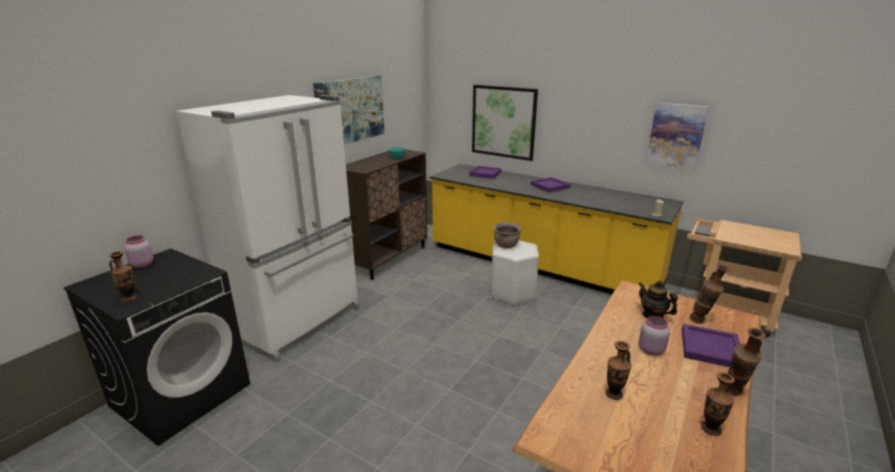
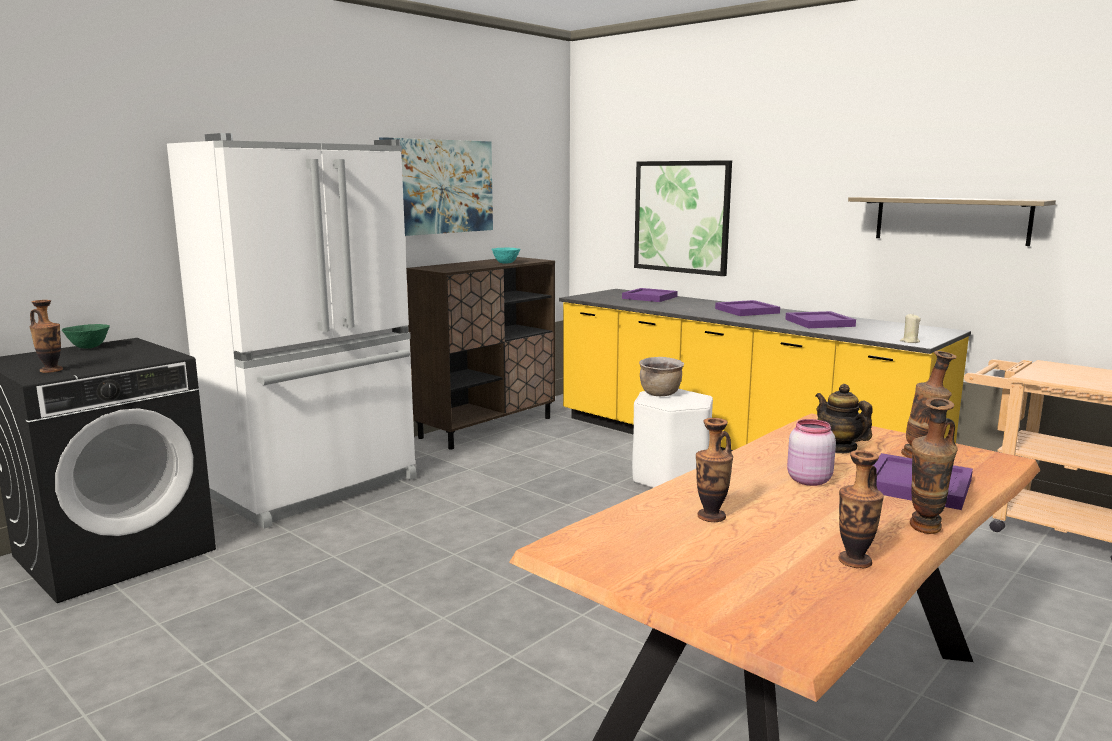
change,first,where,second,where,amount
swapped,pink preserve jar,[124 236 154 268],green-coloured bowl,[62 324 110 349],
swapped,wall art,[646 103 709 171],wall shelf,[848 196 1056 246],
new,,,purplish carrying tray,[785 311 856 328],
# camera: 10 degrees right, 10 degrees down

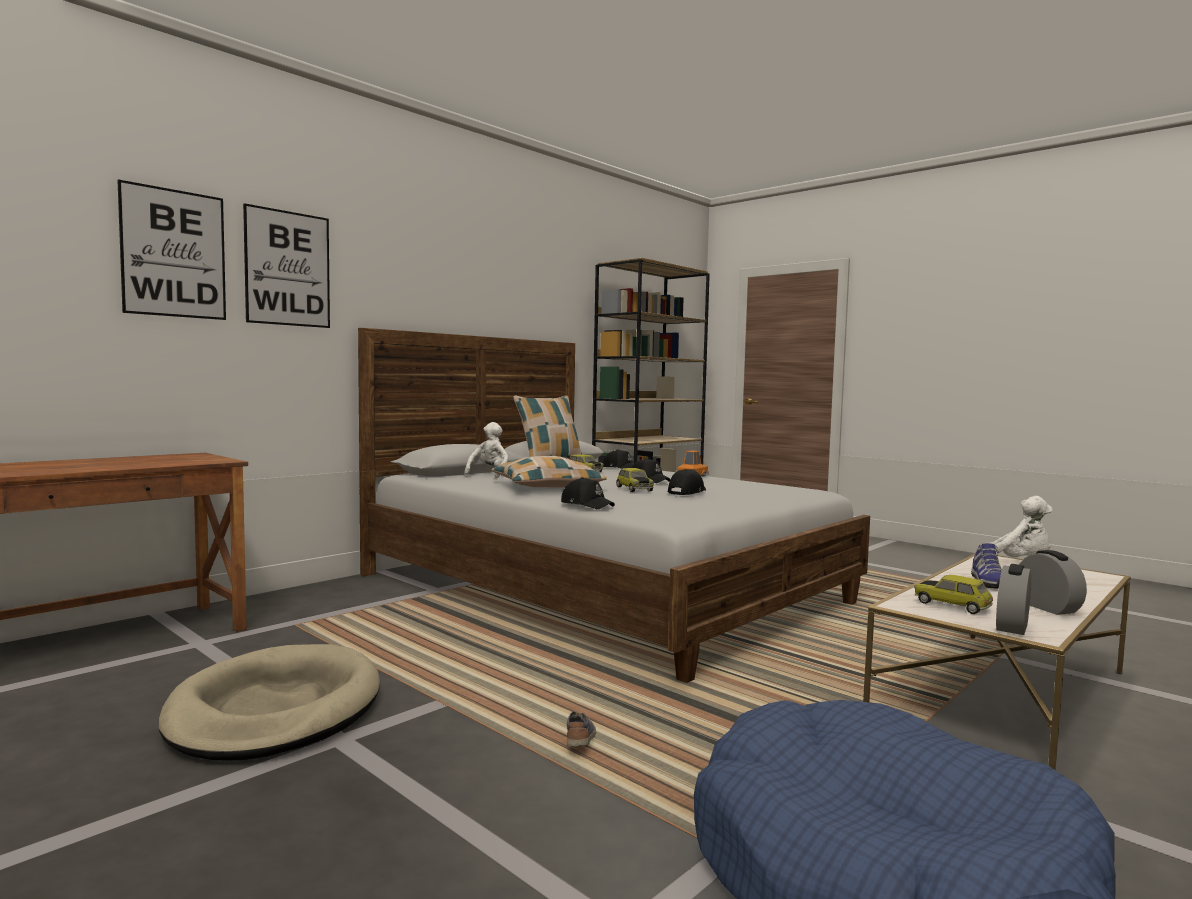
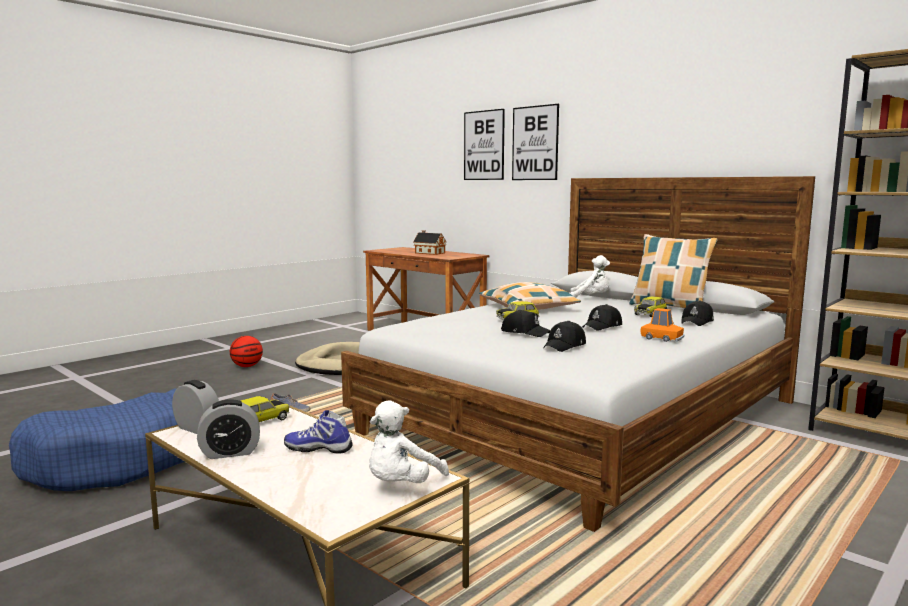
change,first,where,second,where,amount
shifted,blackish cap,[561 477 615 509],,[543 321 586 352],
new,,,basketball ball,[230 336 263 367],
new,,,toy house,[414 230 446 255],
# camera: 90 degrees right, 5 degrees up

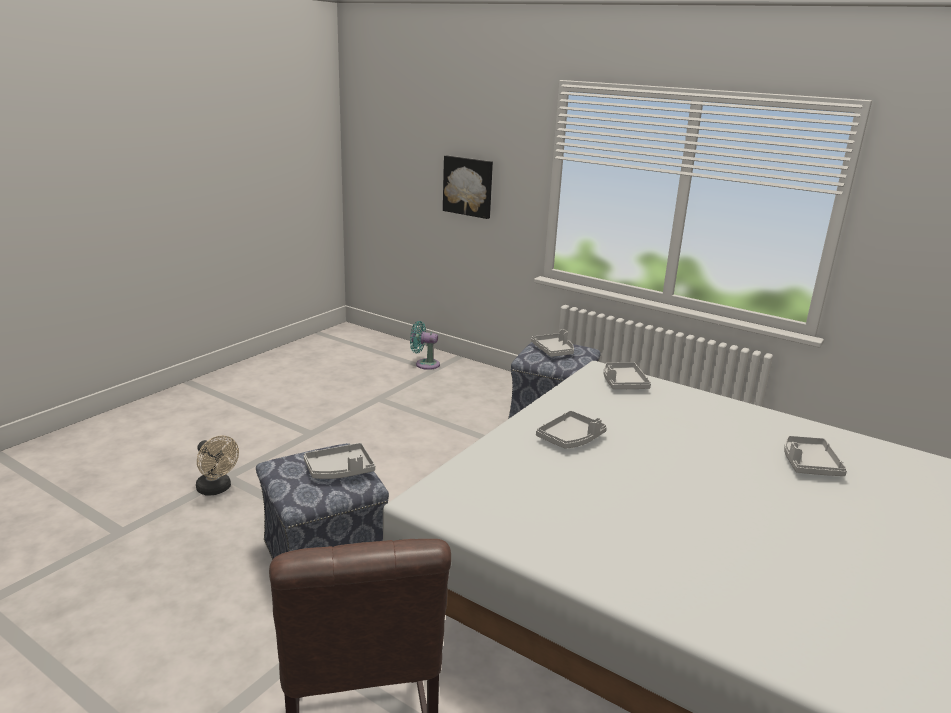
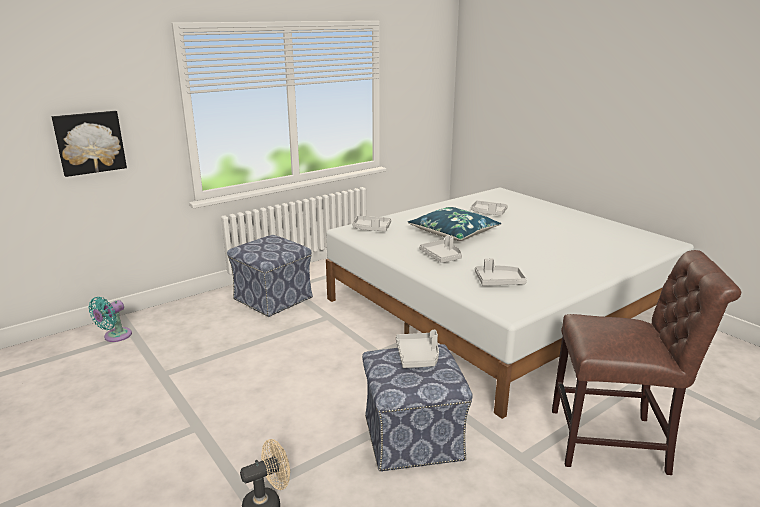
change,first,where,second,where,amount
shifted,grey carrying tray,[531 329 574 357],,[475 258 527 285],
new,,,blue pillow,[407 207 501 241],
# camera: 70 degrees left, 0 degrees up

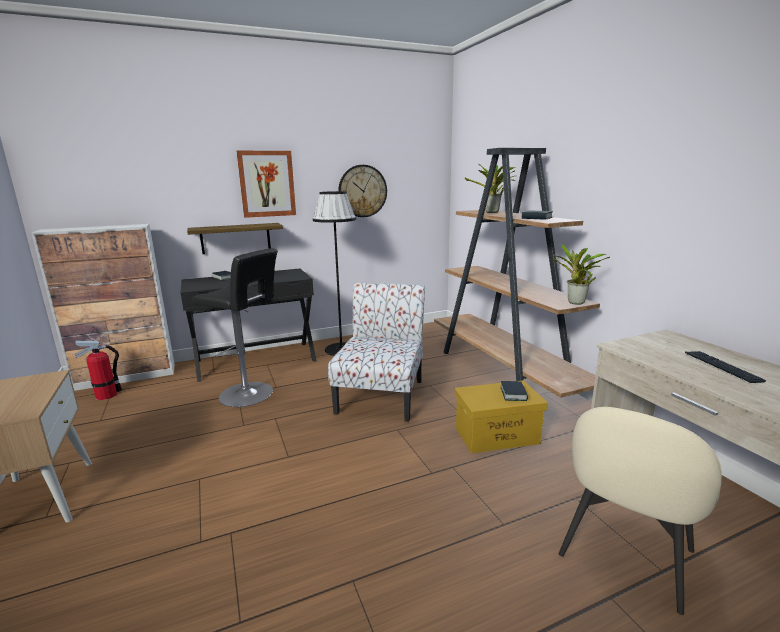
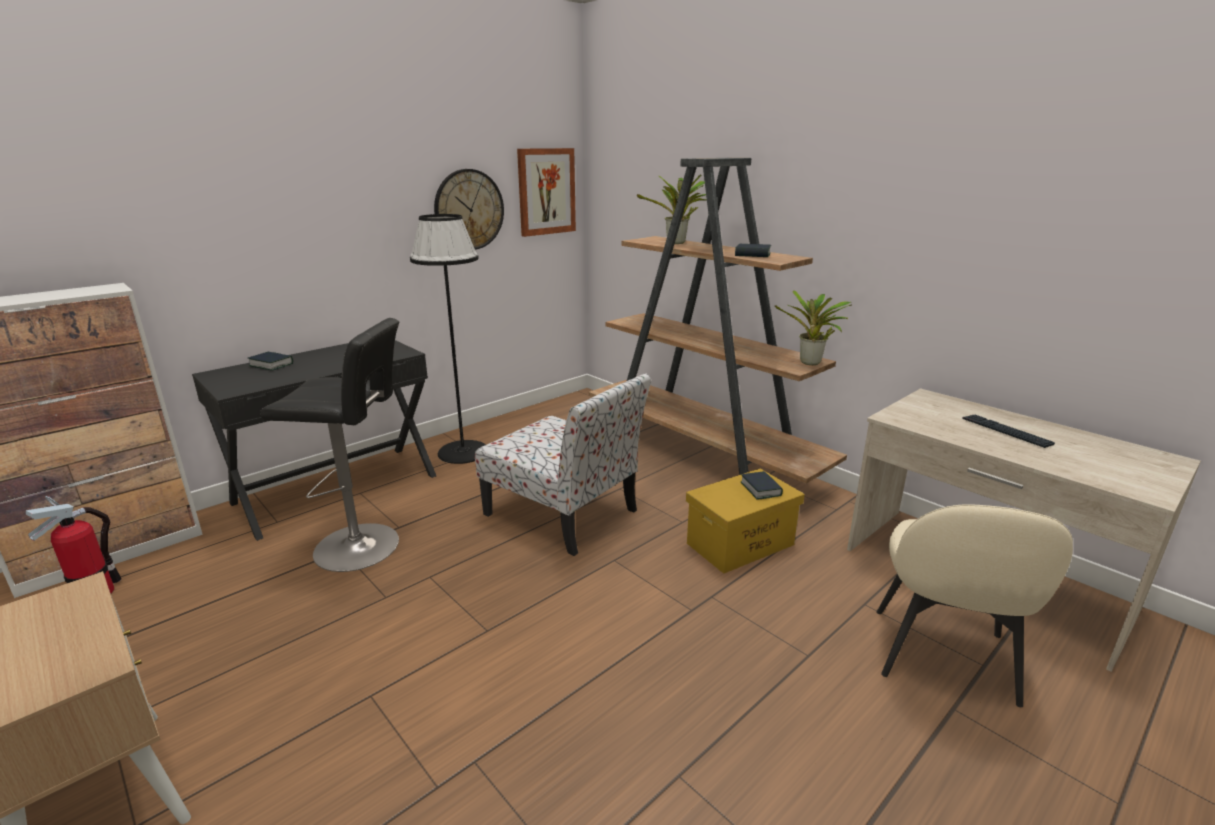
change,first,where,second,where,amount
gone,wall shelf,[187 223 283 254],,,
shifted,wall art,[237 151 296 218],,[517 148 576 237],
rotated,plain chair,[328 283 425 422],,[475 373 651 556],135 degrees clockwise
# camera: 20 degrees left, 5 degrees up

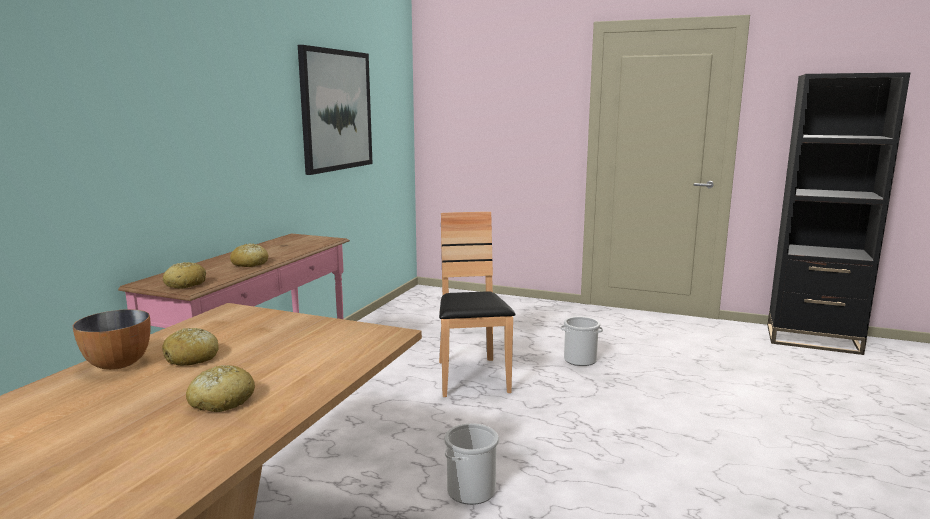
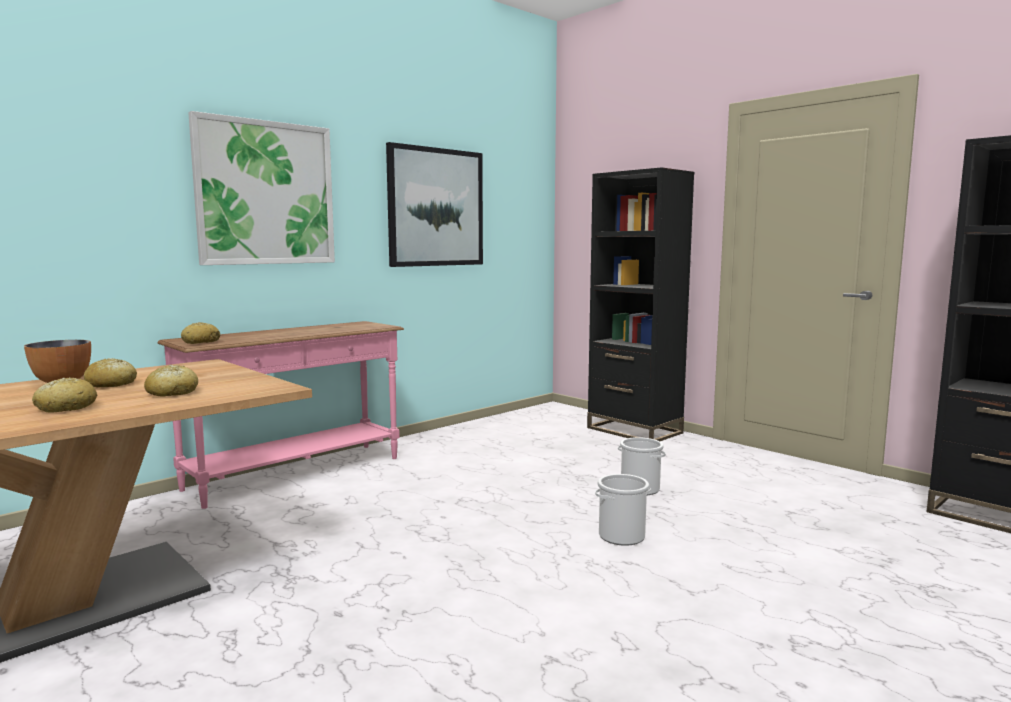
change,first,where,second,where,amount
shifted,bakery bread,[230 243 269 267],,[144 365 198 397],
gone,brown-coloured plain chair,[439 212 515 397],,,
shifted,pail,[444 423 499 505],,[595 474 651 546],
new,,,wall art,[188 111 335 265],
new,,,blackish bookshelf,[587 167 694 441],
# camera: 25 degrees right, 5 degrees down

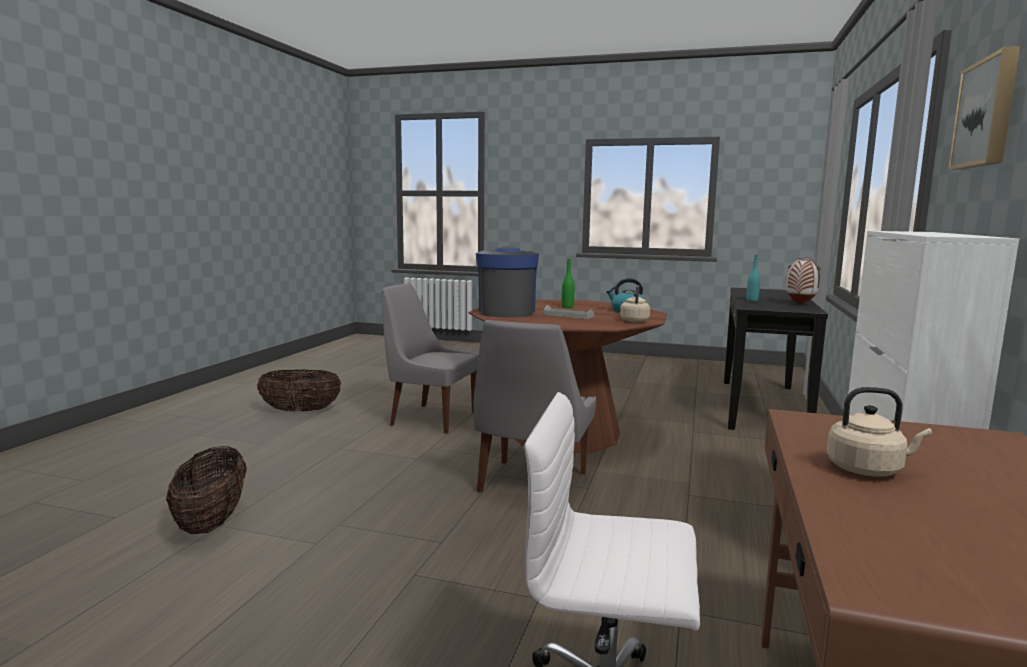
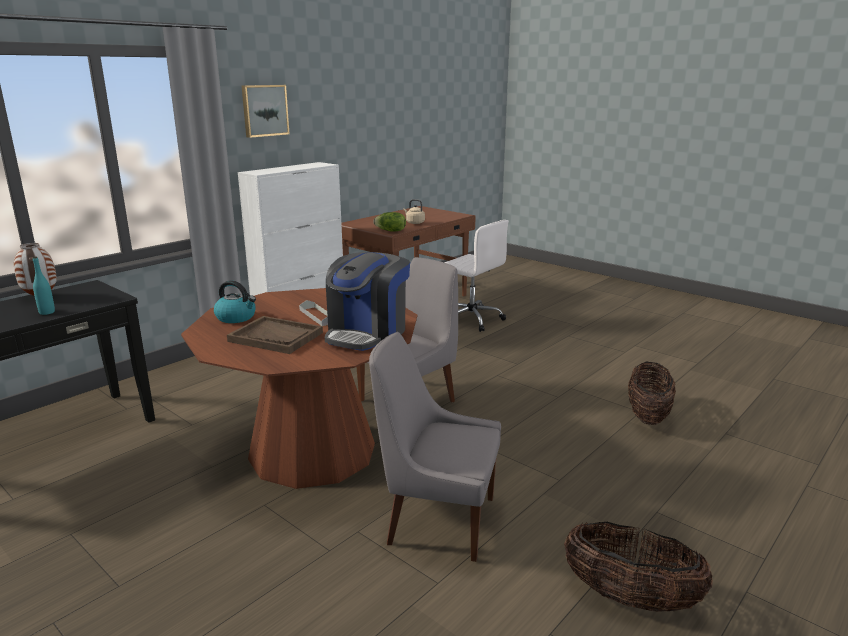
change,first,where,second,where,amount
rotated,grey plain chair,[381 284 479 434],,[369 332 501 562],150 degrees clockwise
swapped,green-coloured bottle,[562 259 575 308],brown-coloured carrying tray,[227 316 323 354],
gone,beige tea kettle,[620 285 650 322],,,
new,,,lettuce,[374 212 406 232],
# camera: 155 degrees left, 10 degrees up

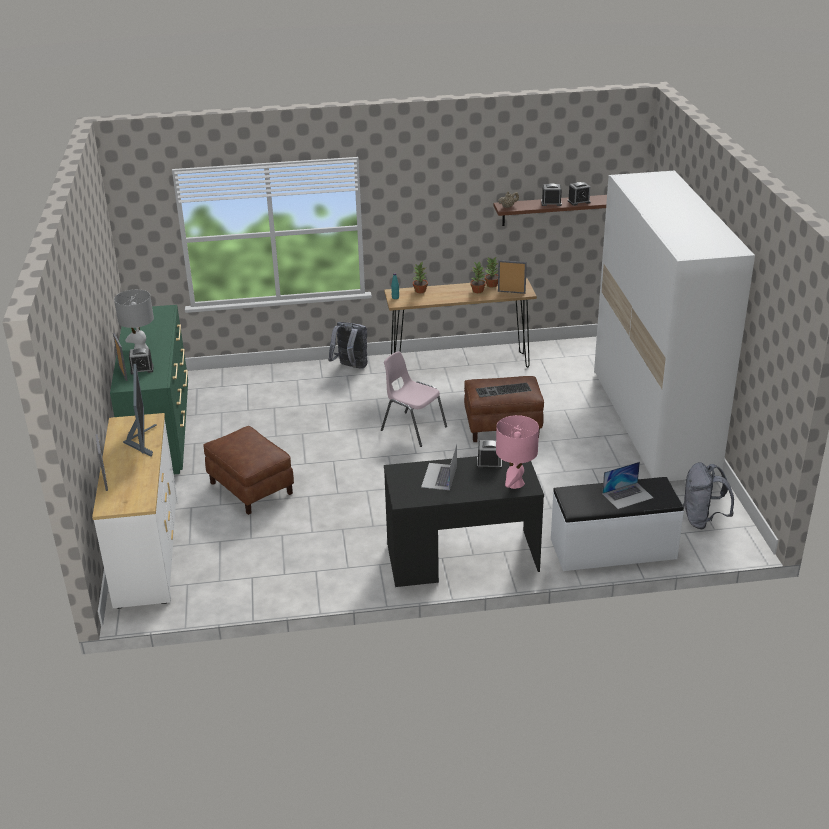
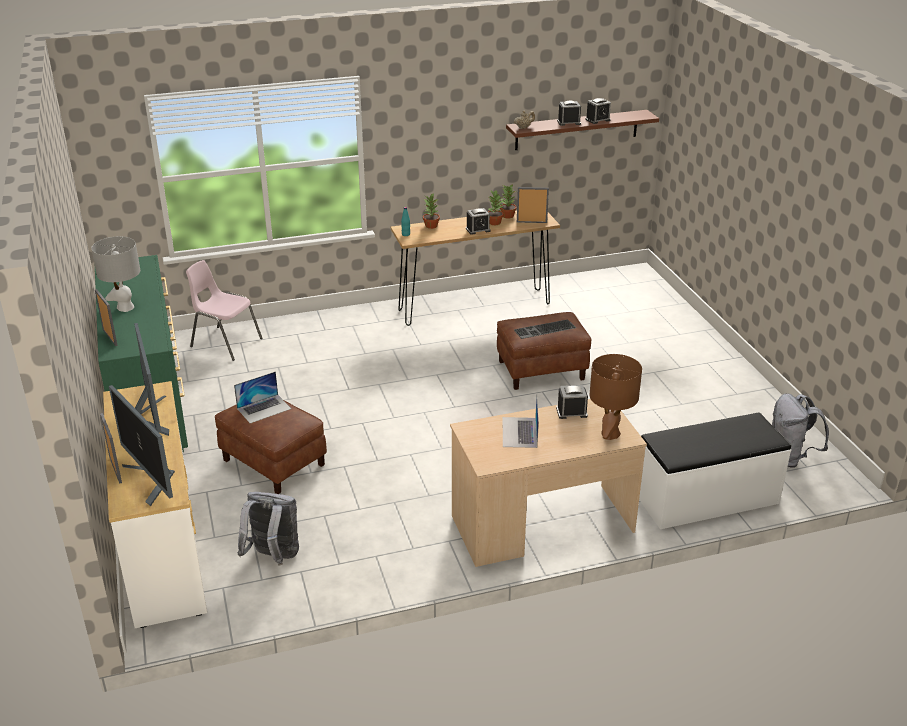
change,first,where,second,where,amount
shifted,alarm clock,[129 348 154 374],,[466 208 491 235],
shifted,grey rucksack,[328 322 368 368],,[238 492 299 566],
shifted,pink plain chair,[381 351 447 447],,[186 260 262 361],
repainted,blackish desk table,[384 456 544 587],beige desk table,[450 399 647 567],
repainted,pink tabletop lamp,[496 415 539 489],brown-coloured tabletop lamp,[589 354 642 440],
gone,white-coloured wardrobe,[594 170 755 481],,,
shifted,laptop,[602 462 653 509],,[234 371 291 423],
new,,,computer screen,[109 385 175 506],
# camera: 10 degrees left, 0 degrees up

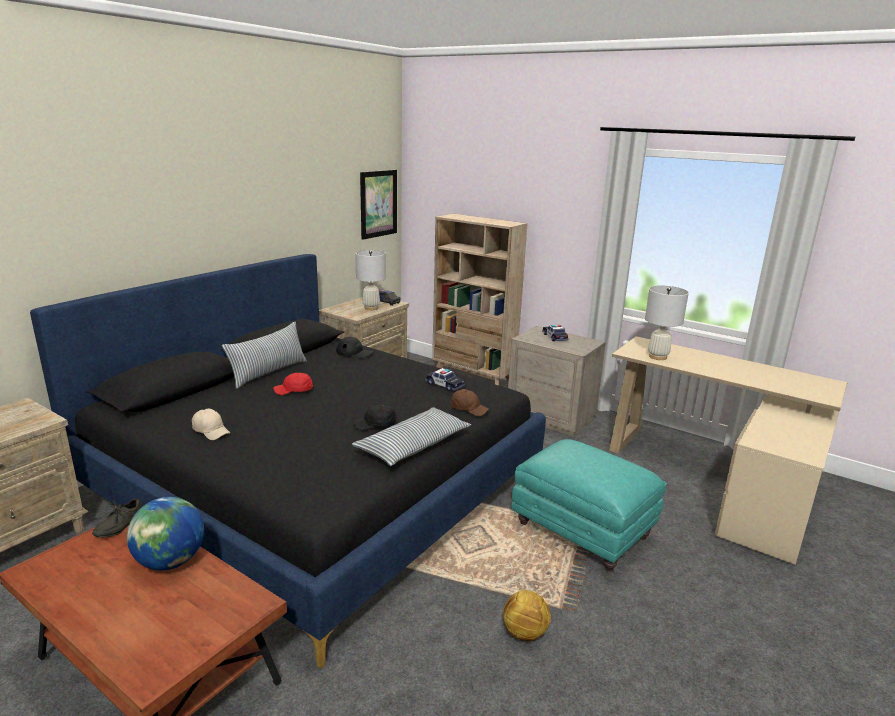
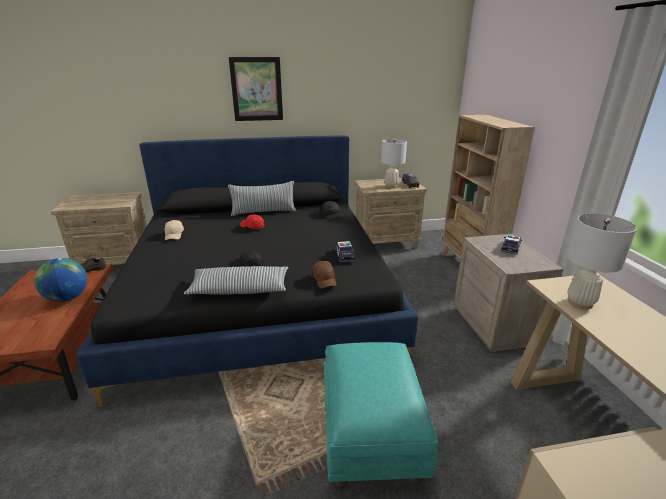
change,first,where,second,where,amount
shifted,wall art,[360 170 397 240],,[229 57 283 121],
gone,football ball,[503 590 551 641],,,
# camera: 45 degrees right, 5 degrees up

